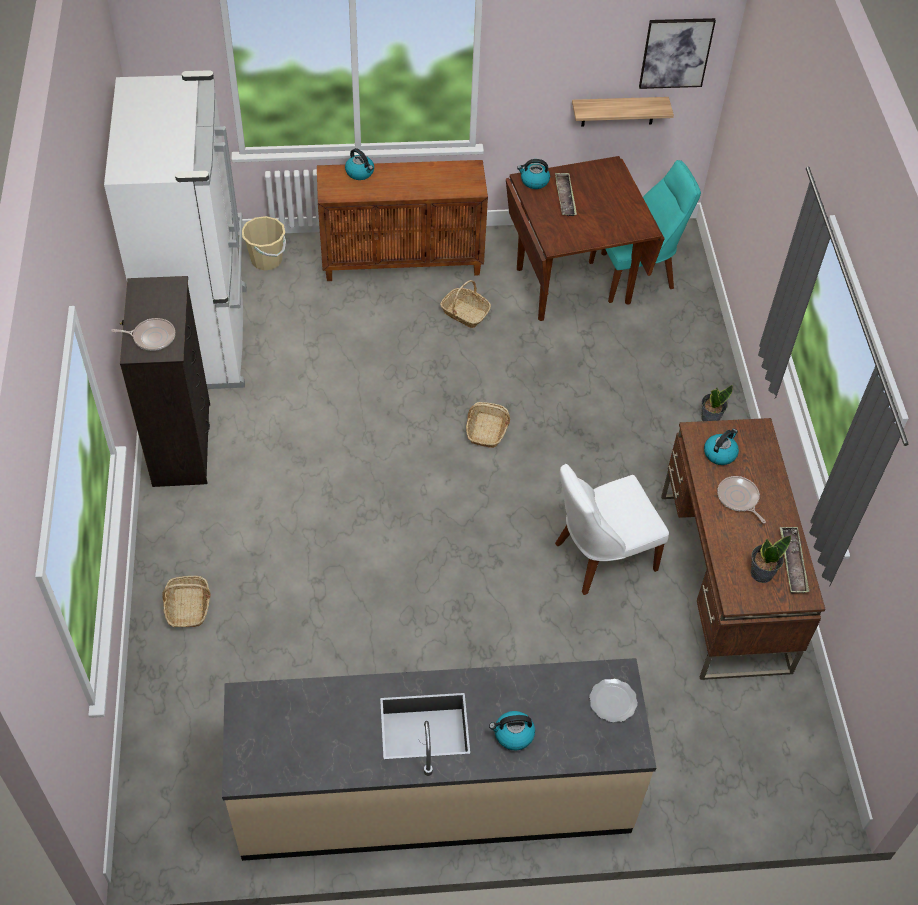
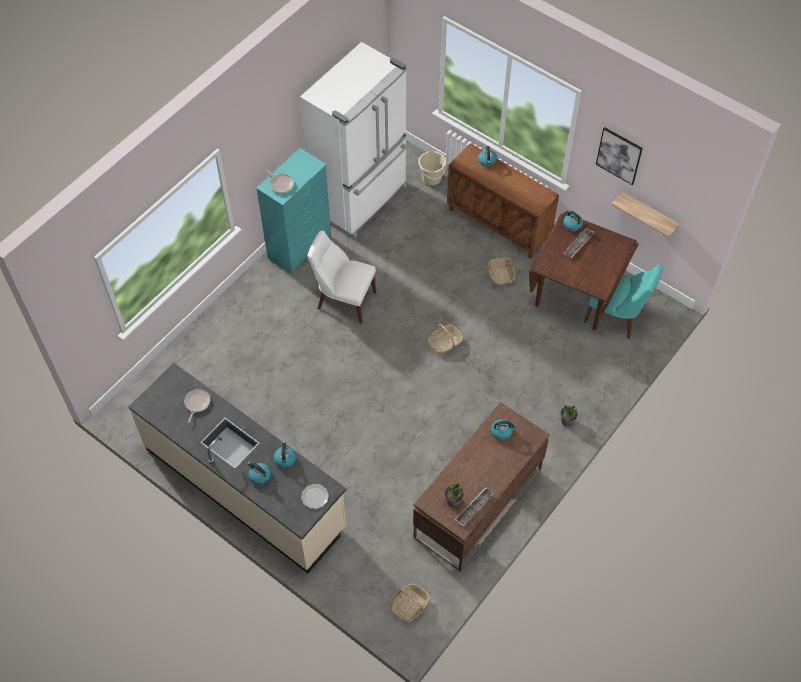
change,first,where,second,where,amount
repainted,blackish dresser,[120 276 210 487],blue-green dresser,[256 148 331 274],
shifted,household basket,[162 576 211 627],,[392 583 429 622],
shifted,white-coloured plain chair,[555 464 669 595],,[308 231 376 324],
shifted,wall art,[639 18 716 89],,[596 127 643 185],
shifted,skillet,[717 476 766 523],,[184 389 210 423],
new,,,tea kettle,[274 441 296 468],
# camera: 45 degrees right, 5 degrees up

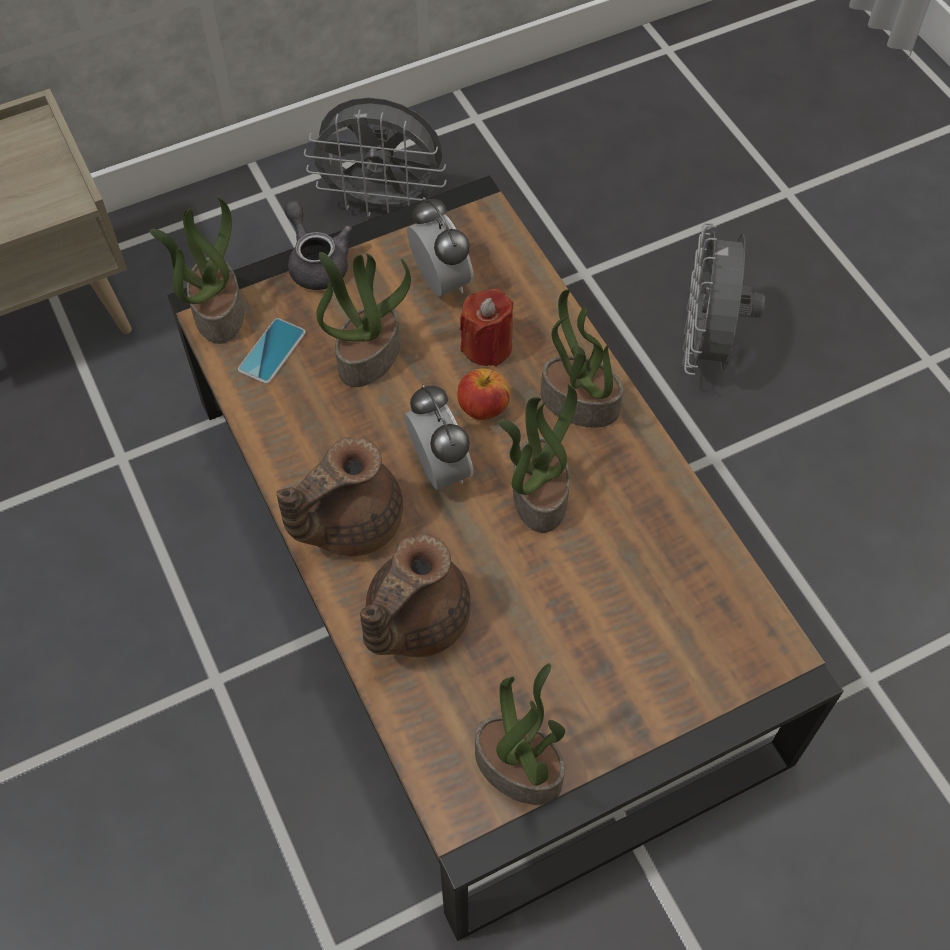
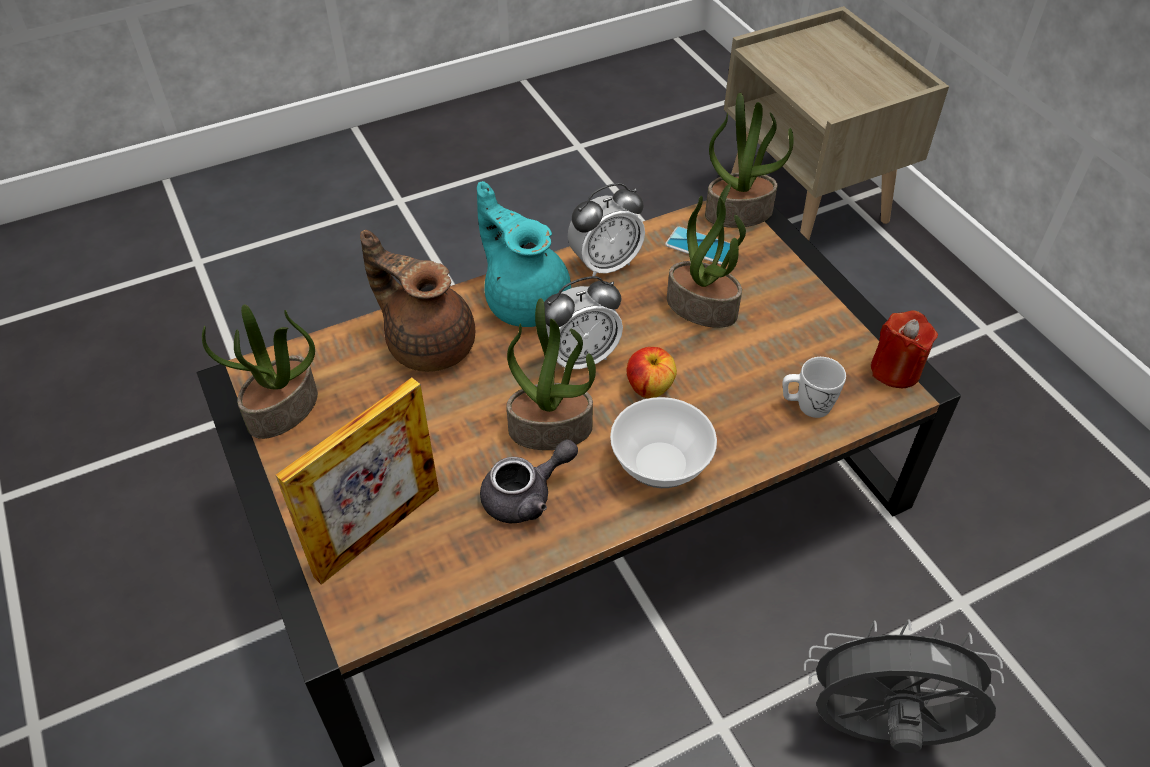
change,first,where,second,where,amount
repainted,brown-coloured teapot,[277 437 403 557],blue-green teapot,[477 181 571 327],
shifted,grey teapot,[284 200 352 290],,[480 439 578 523],
gone,grey cooling fan,[304 97 447 218],,,
shifted,alarm clock,[407 197 474 297],,[568 183 645 276],
shifted,reddish candle,[460 288 513 366],,[871 310 938 388],
swapped,potted plant,[541 289 623 428],bowl,[610 397 717 488],
new,,,picture frame,[275 377 439 585],
new,,,white-coloured mug,[782 357 846 418],
# camera: 90 degrees right, 10 degrees down

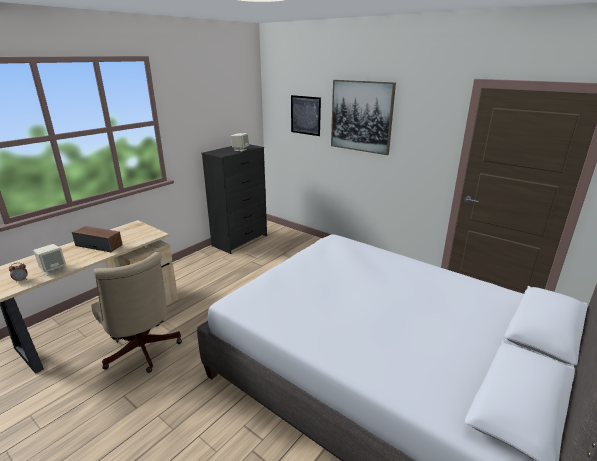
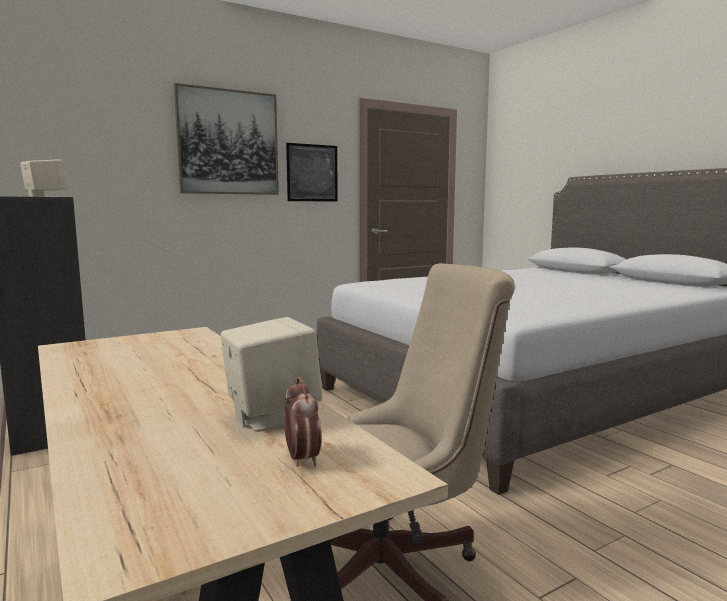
change,first,where,second,where,amount
gone,audio speaker,[72 226 123 252],,,
shifted,wall art,[291 95 321 136],,[286 143 338 202],
# camera: 70 degrees left, 15 degrees down

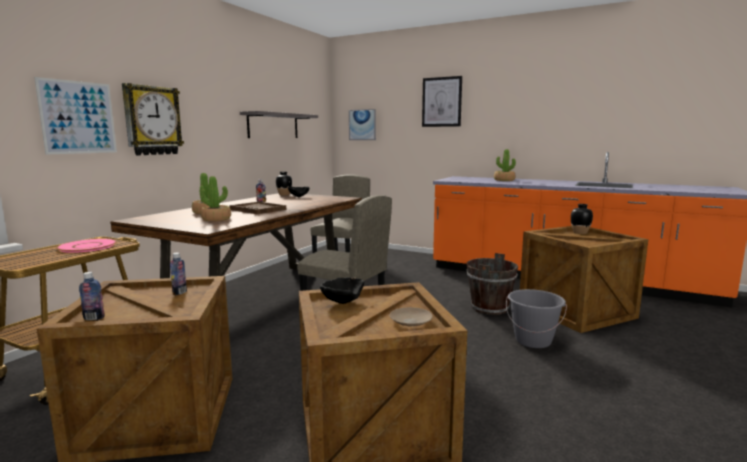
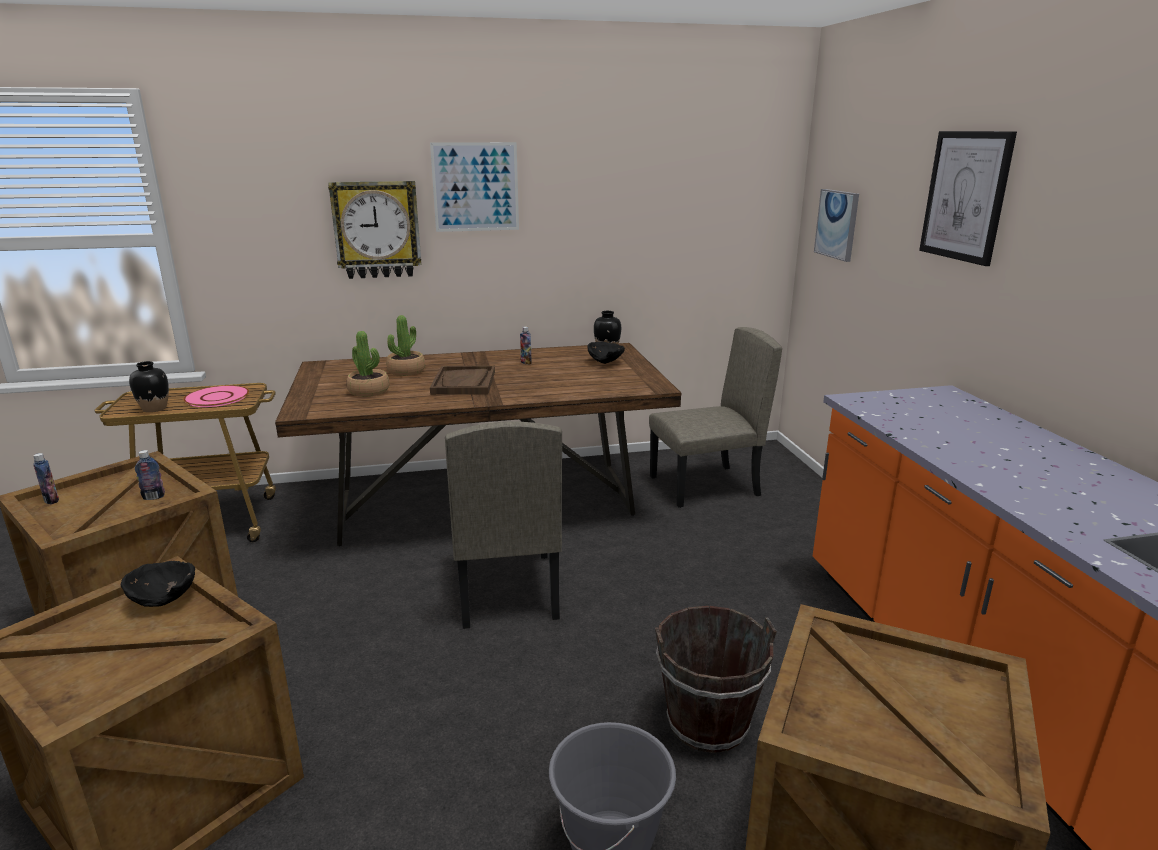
change,first,where,second,where,amount
shifted,wall art,[34 77 117 155],,[430 142 519 232],
gone,grey wall shelf,[240 111 318 138],,,
gone,beige dinner plate,[389 307 433 327],,,
gone,potted plant,[494 149 516 181],,,
shifted,blackish flower vase,[571 204 593 234],,[129 361 169 413],
# camera: 50 degrees right, 10 degrees up

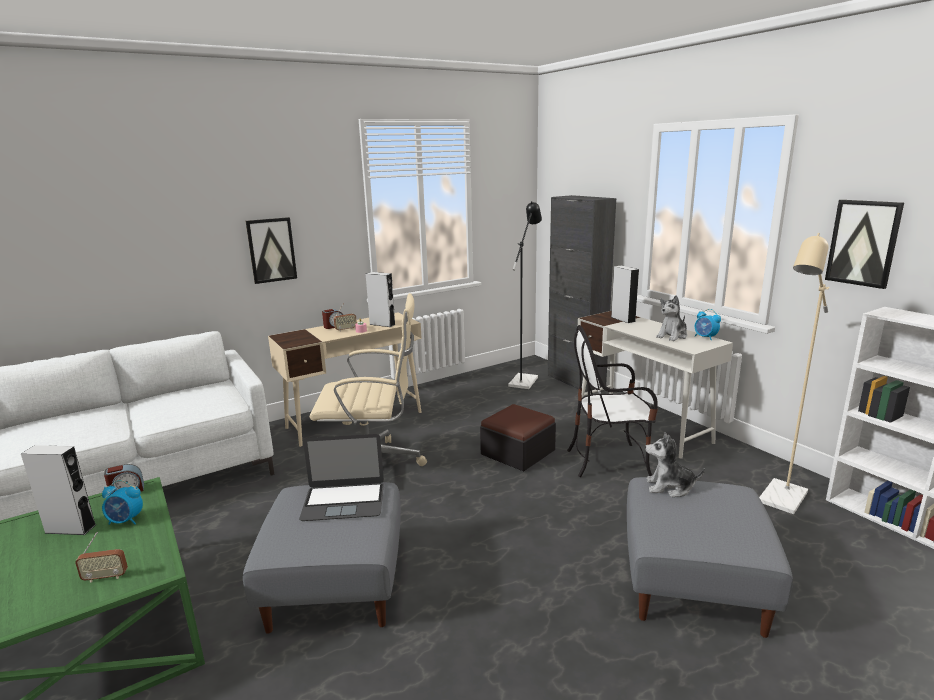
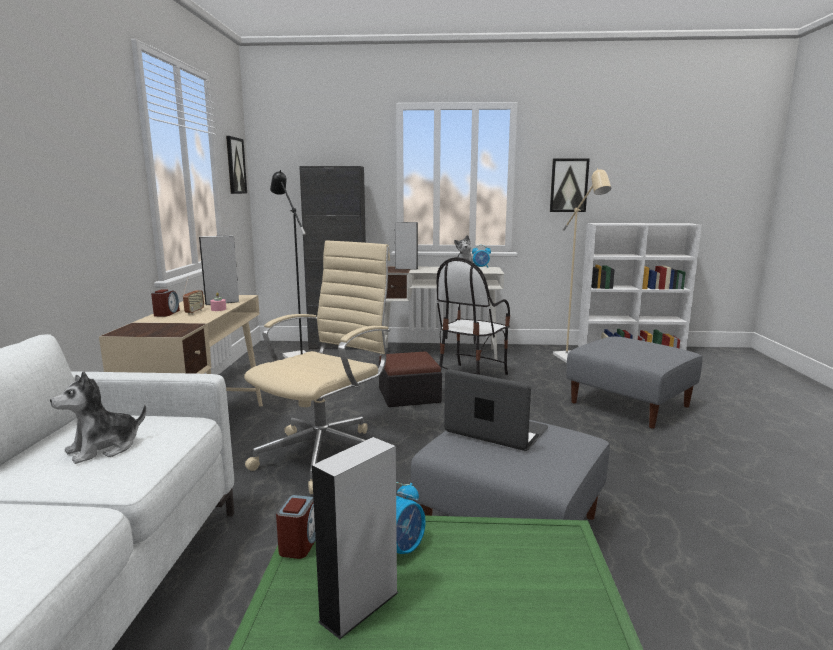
change,first,where,second,where,amount
gone,radio receiver,[75 532 128 583],,,
shifted,wall art,[246 217 297 284],,[226 136 247 194],
rotated,laptop,[299 434 384 521],,[444 369 548 451],90 degrees counterclockwise
shifted,plush toy,[645 432 705 497],,[50 371 146 464],
# camera: 55 degrees left, 5 degrees down

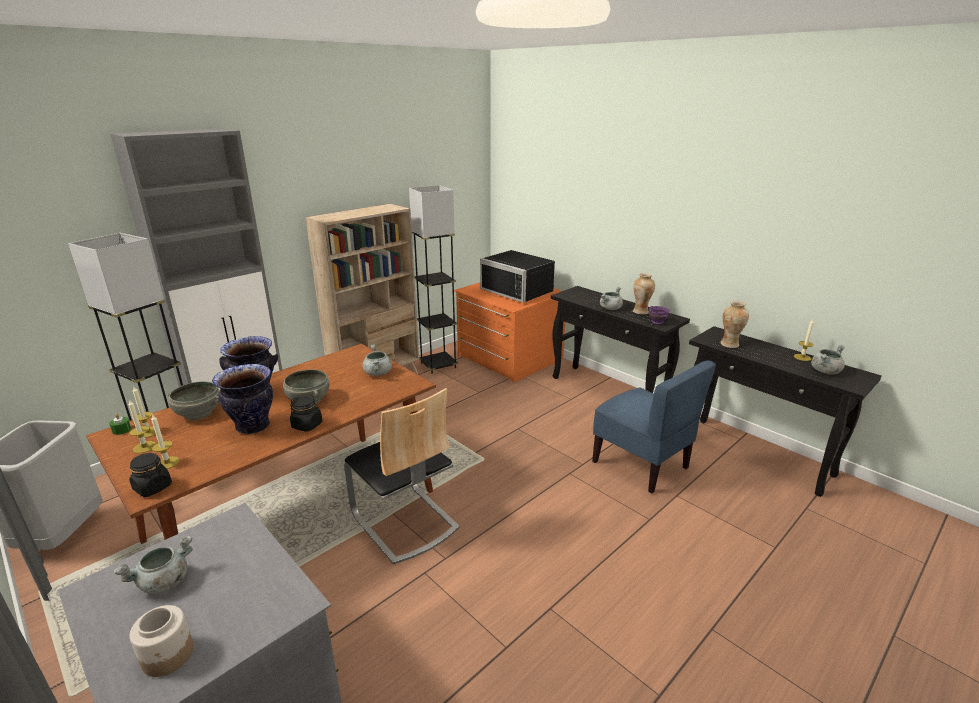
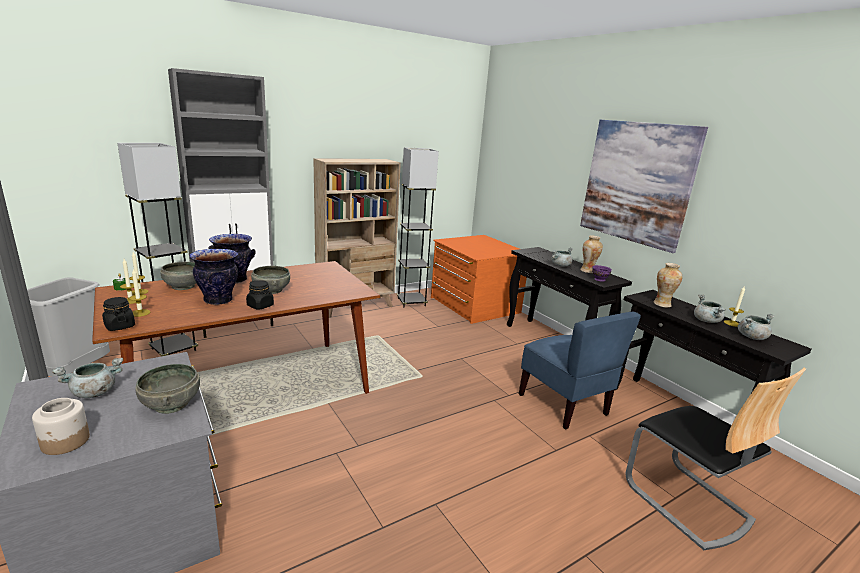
change,first,where,second,where,amount
shifted,plain chair,[344 388 460 564],,[626 368 806 550],
shifted,grey stockpot,[363 344 392 376],,[694 295 726 323],
gone,blackish microwave,[480 250 555 303],,,
new,,,grey bowl,[135 364 200 414],
new,,,wall art,[580 120 708 253],
# camera: 10 degrees right, 5 degrees down

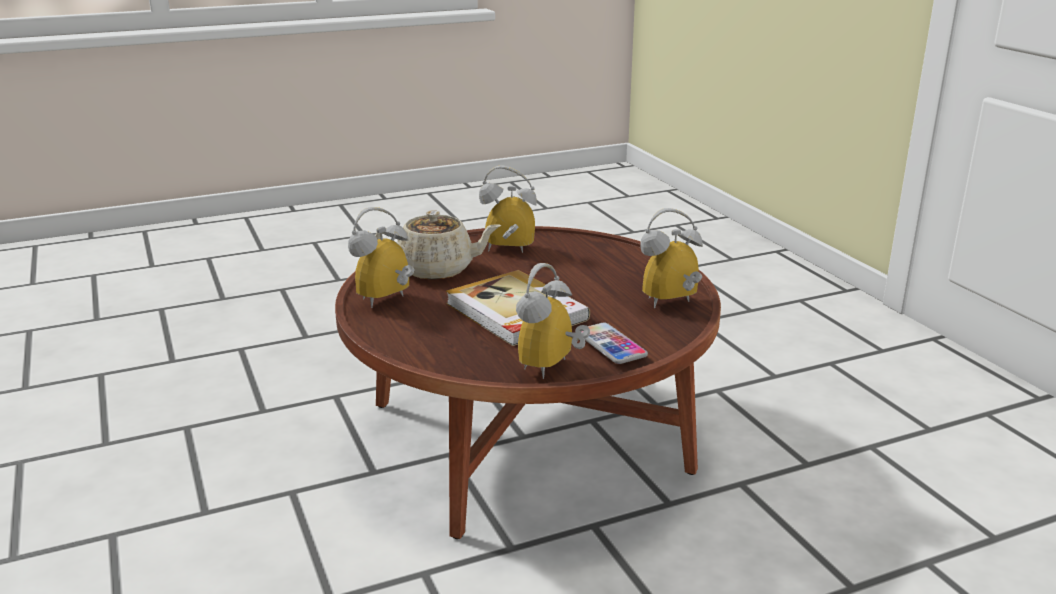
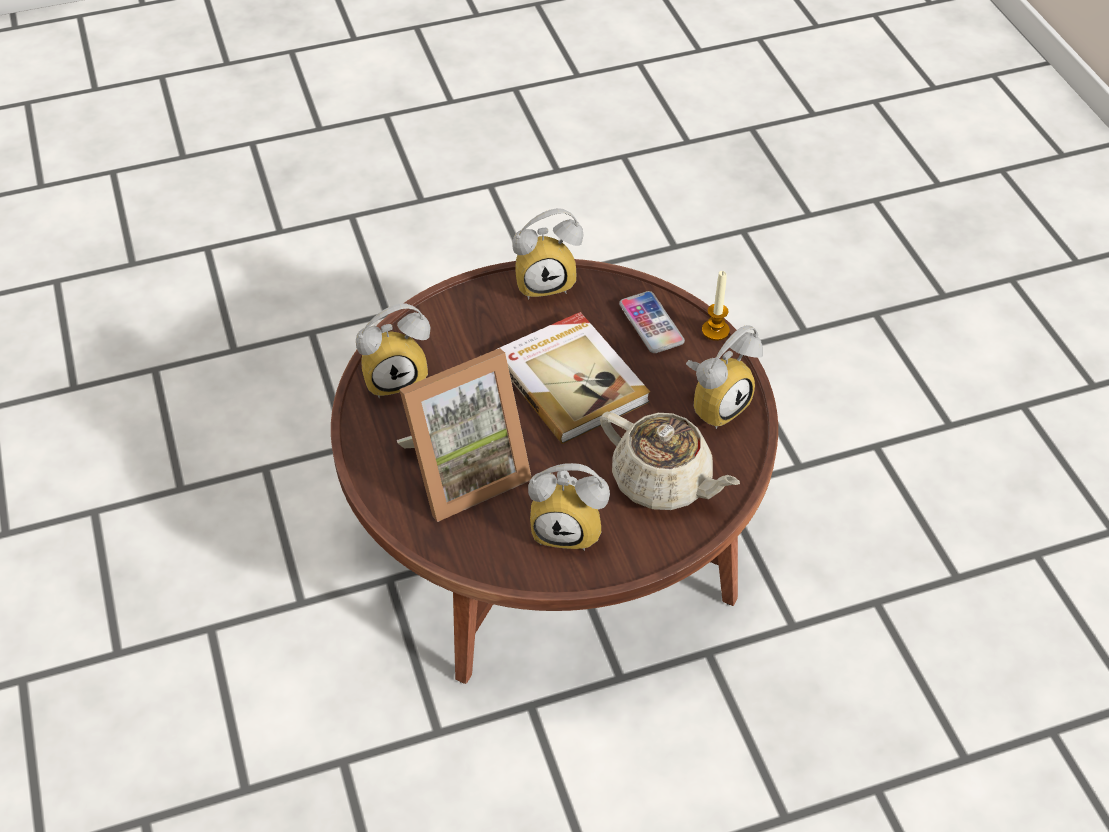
change,first,where,second,where,amount
rotated,beige teapot,[375 210 501 279],,[600 412 740 510],150 degrees counterclockwise
rotated,alarm clock,[516 263 590 379],,[513 208 583 299],45 degrees clockwise
shifted,phone,[581 323 648 364],,[619 291 685 353],
new,,,picture frame,[397 348 532 522],
new,,,candle,[702 271 730 341],
# camera: 175 degrees left, 25 degrees up

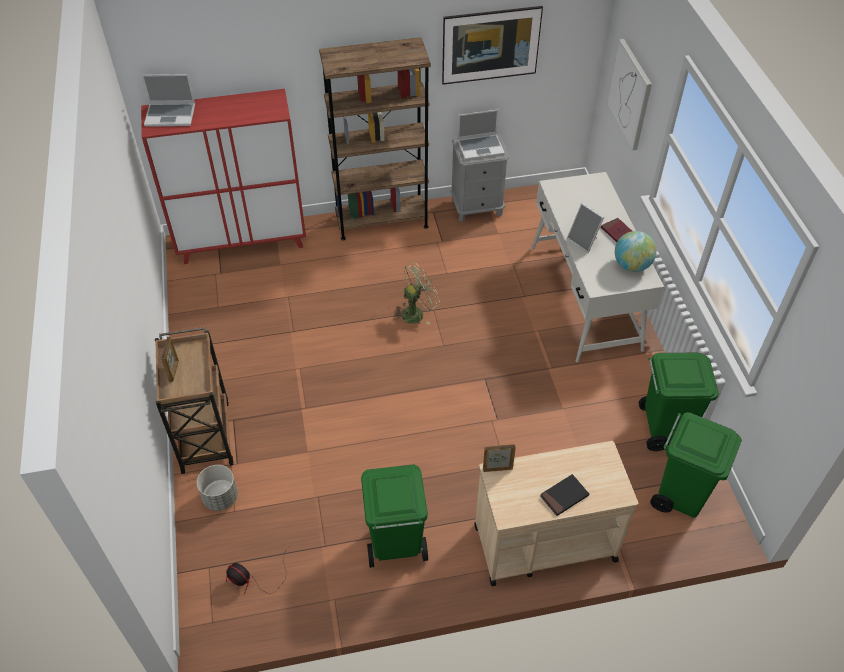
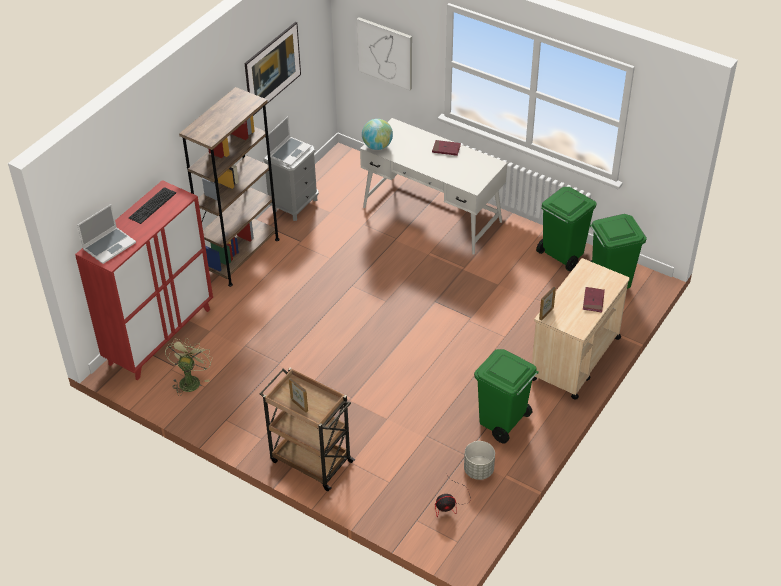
change,first,where,second,where,amount
shifted,grey plant pot,[197 465 238 511],,[464 441 495 480],
shifted,green-coloured cooling fan,[395 263 440 325],,[165 338 212 396],
repainted,blackish book,[540 474 589 516],reddish book,[583 287 605 312],
gone,picture frame,[567 203 604 253],,,
shifted,world globe,[615 231 657 272],,[362 119 393 150],
new,,,keyboard,[129 187 176 224],
# camera: 45 degrees left, 5 degrees down

